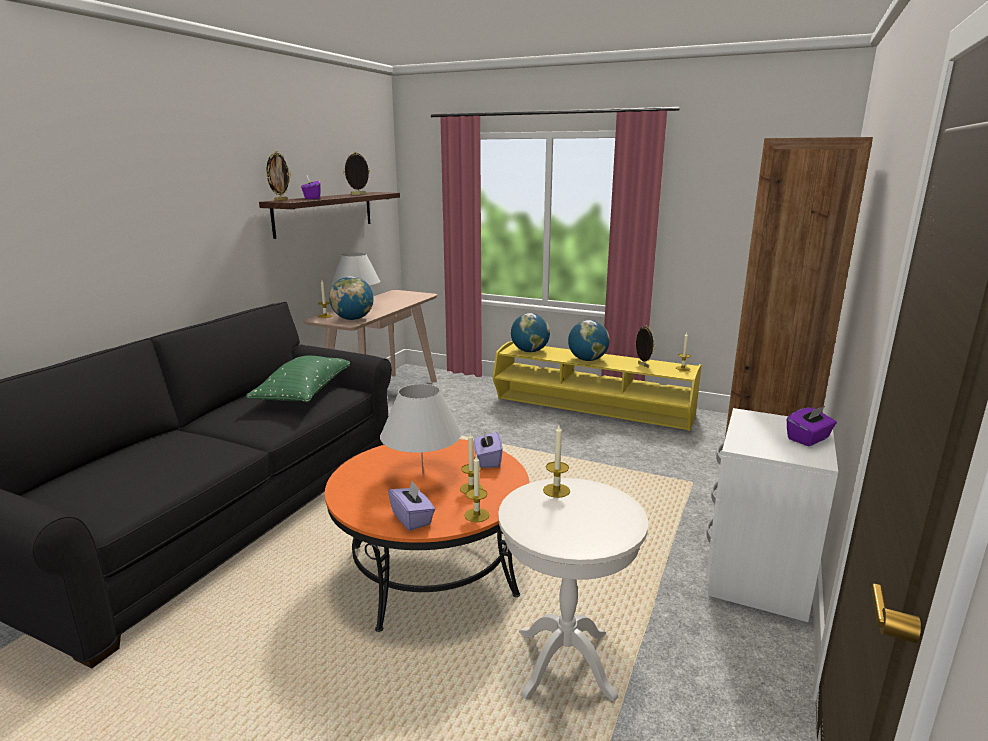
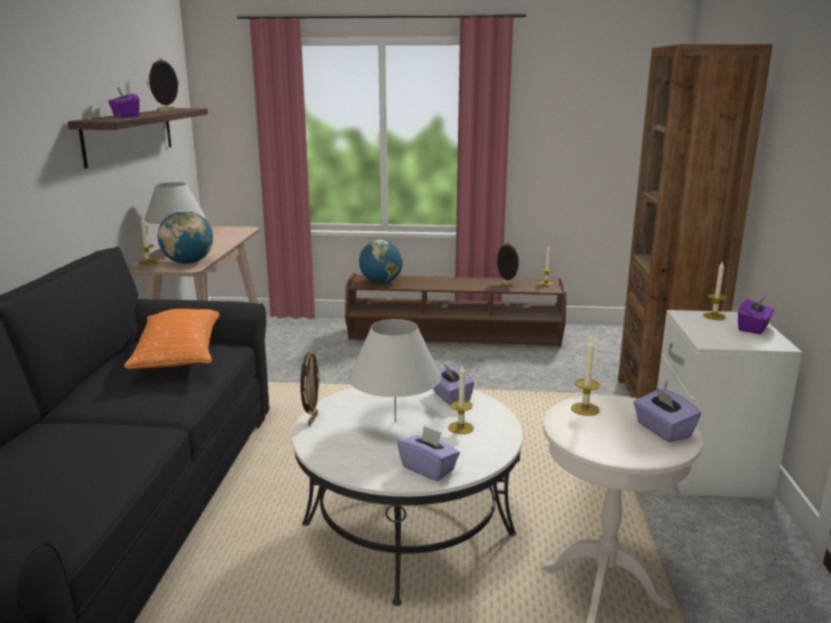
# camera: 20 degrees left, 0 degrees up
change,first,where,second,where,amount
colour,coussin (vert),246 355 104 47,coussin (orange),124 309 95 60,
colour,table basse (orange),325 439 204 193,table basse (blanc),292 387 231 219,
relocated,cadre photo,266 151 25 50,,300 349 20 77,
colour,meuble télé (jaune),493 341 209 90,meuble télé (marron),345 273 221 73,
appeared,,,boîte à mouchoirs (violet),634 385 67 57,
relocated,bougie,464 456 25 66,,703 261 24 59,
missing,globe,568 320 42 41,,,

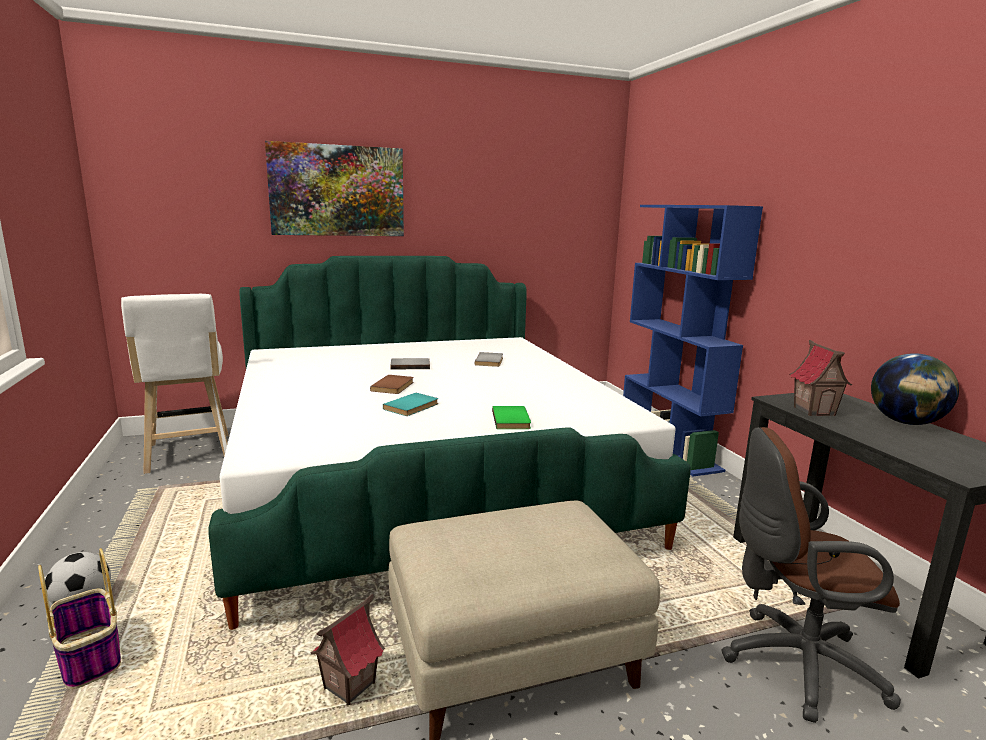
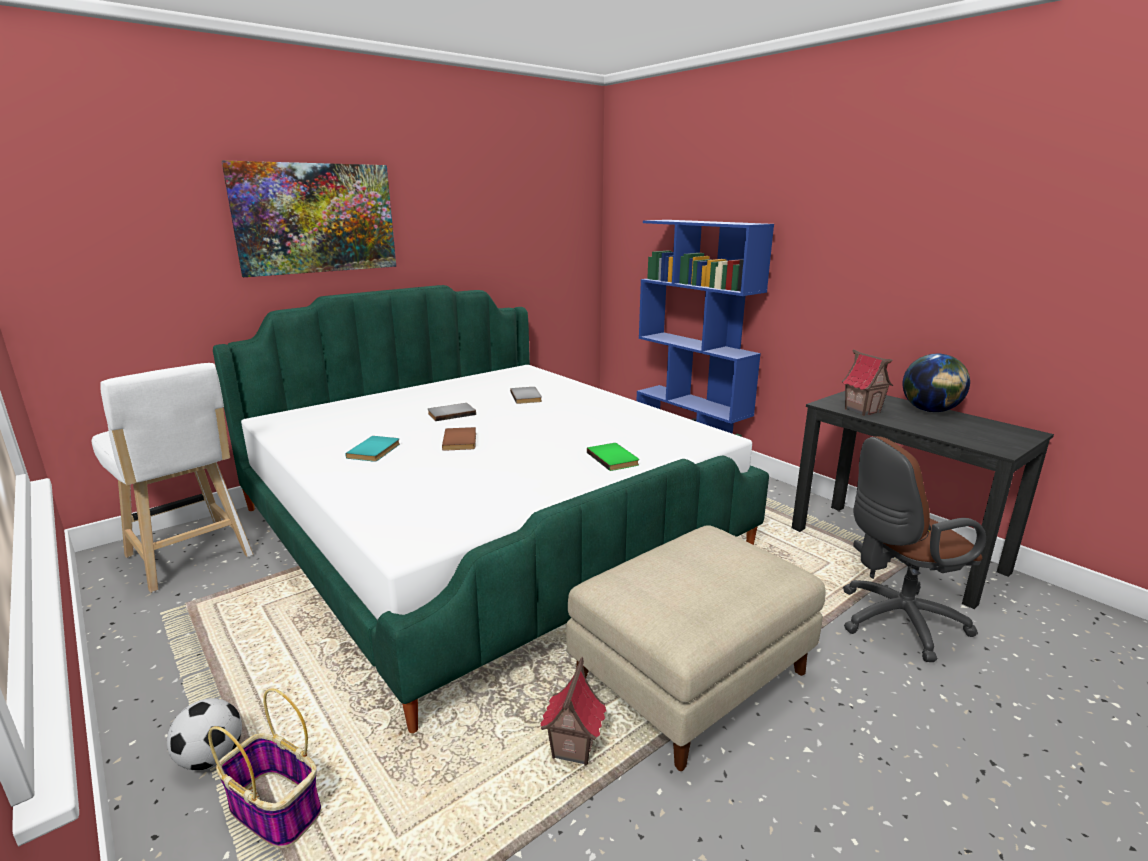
# camera: 20 degrees left, 5 degrees up
change,first,where,second,where,amount
relocated,livre (turquoise),383 393 55 23,,346 436 54 26,

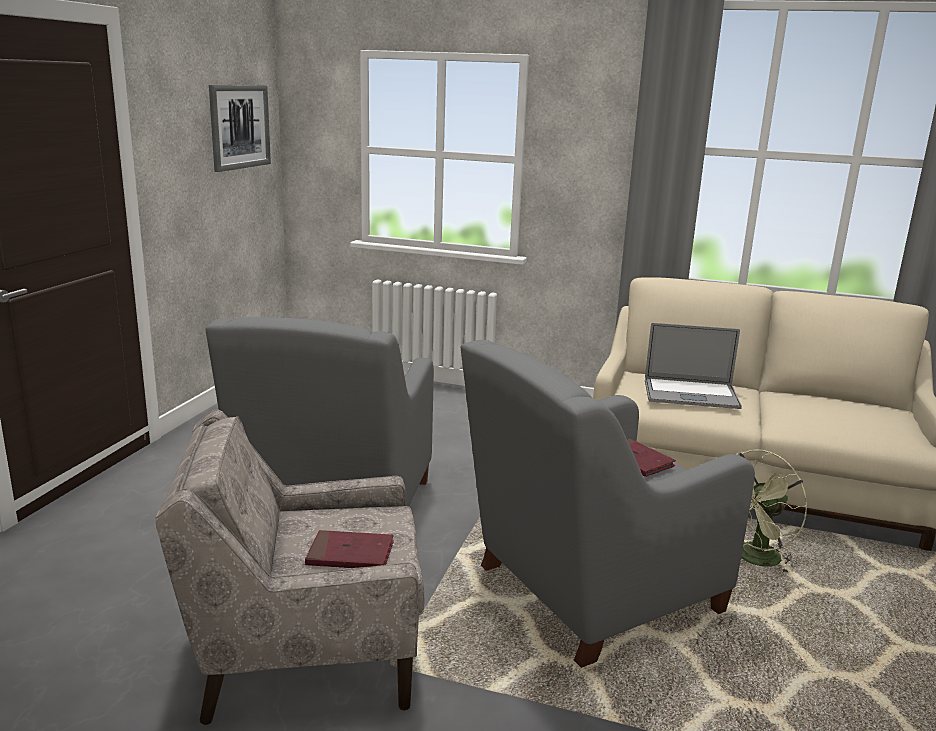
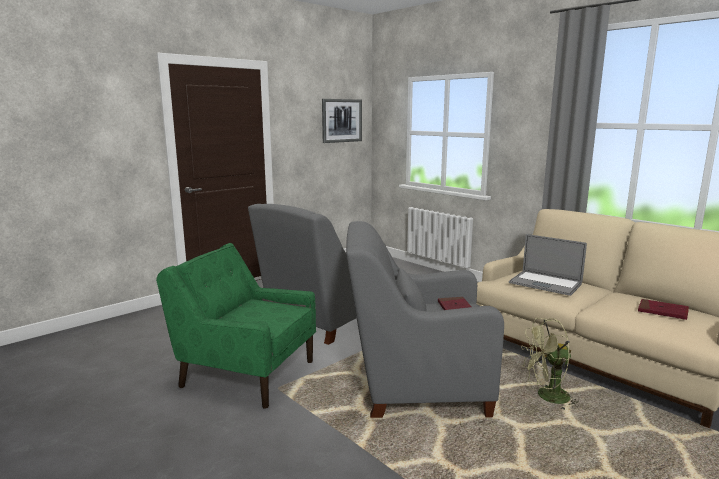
# camera: 30 degrees right, 5 degrees down
change,first,where,second,where,amount
colour,fauteuil (beige),155 409 270 316,fauteuil (vert),156 243 160 166,
relocated,livre (rouge),305 530 89 38,,638 299 51 21,

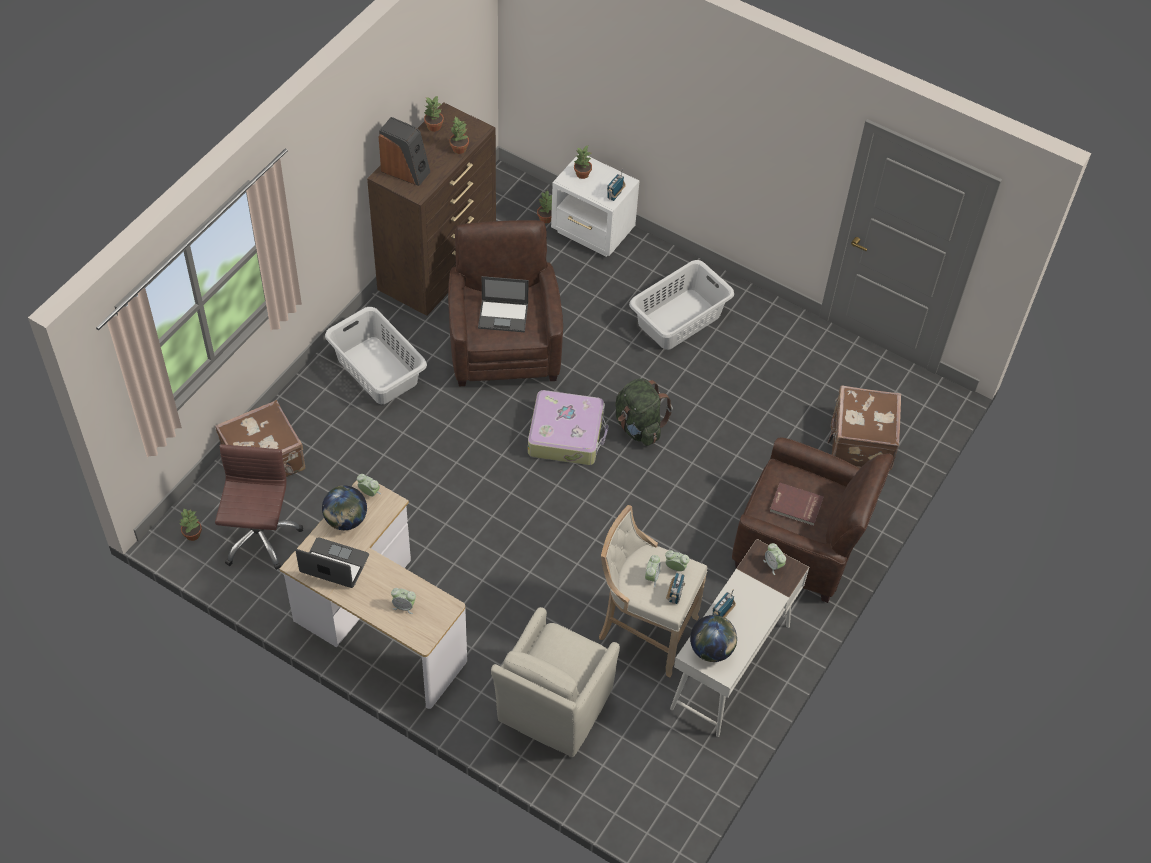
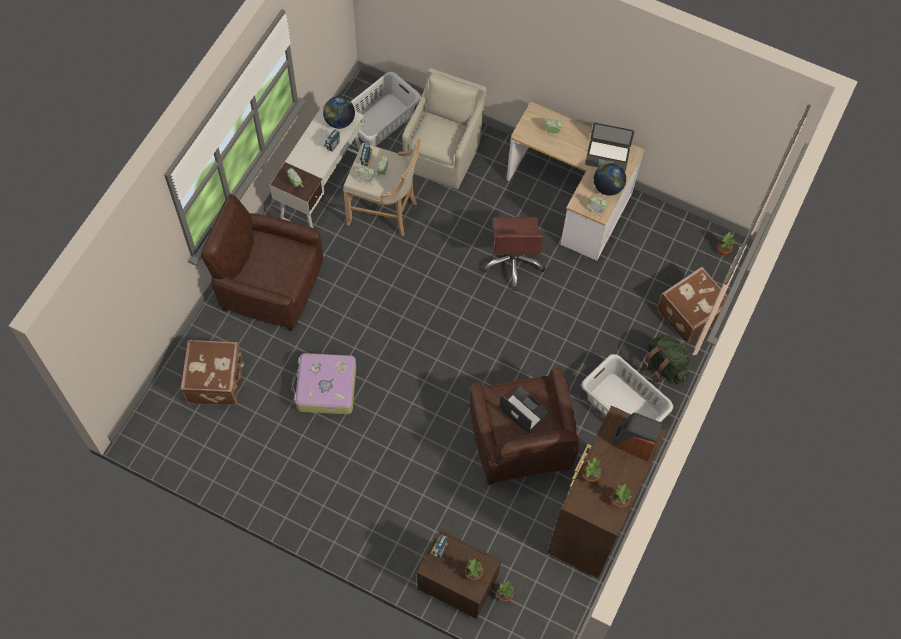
# camera: 175 degrees right, 10 degrees up
change,first,where,second,where,amount
relocated,valise,528 390 81 75,,291 353 65 61,
relocated,panier à linge (gris),629 260 105 90,,351 72 70 74,
colour,table de chevet (blanc),551 154 88 103,table de chevet (marron),417 530 84 89,
relocated,chaise de bureau (marron),215 444 88 126,,482 217 64 74,
spun,ordinateur portable,478 276 51 56,,499 386 51 48,45 degrees clockwise
relocated,sac à dos (vert),615 379 58 67,,642 334 48 50,
missing,livre (rouge),769 483 55 43,,,

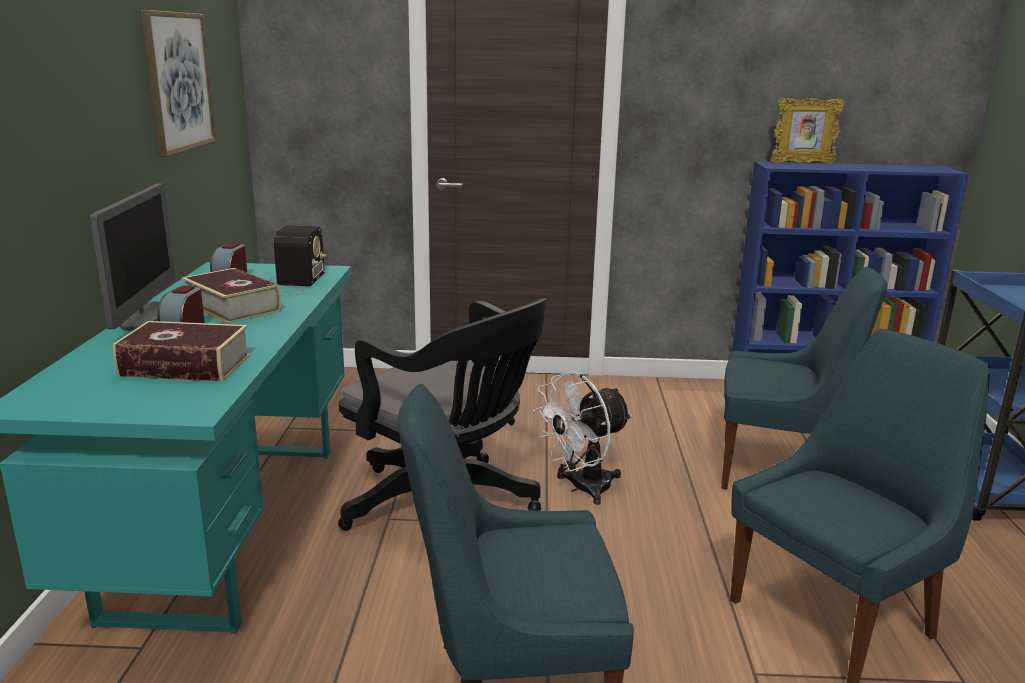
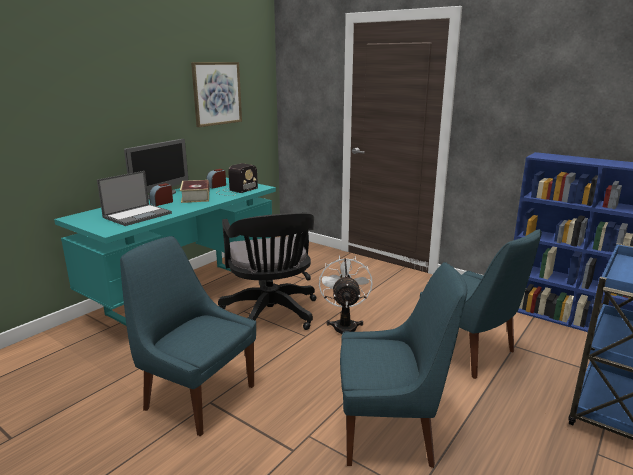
# camera: 35 degrees right, 0 degrees up
change,first,where,second,where,amount
exchanged,livre,113 321 137 61,ordinateur portable,97 171 75 55,
spun,ventilateur (blanc),533 372 99 133,,319 255 54 79,90 degrees clockwise
missing,cadre photo,771 98 74 65,,,

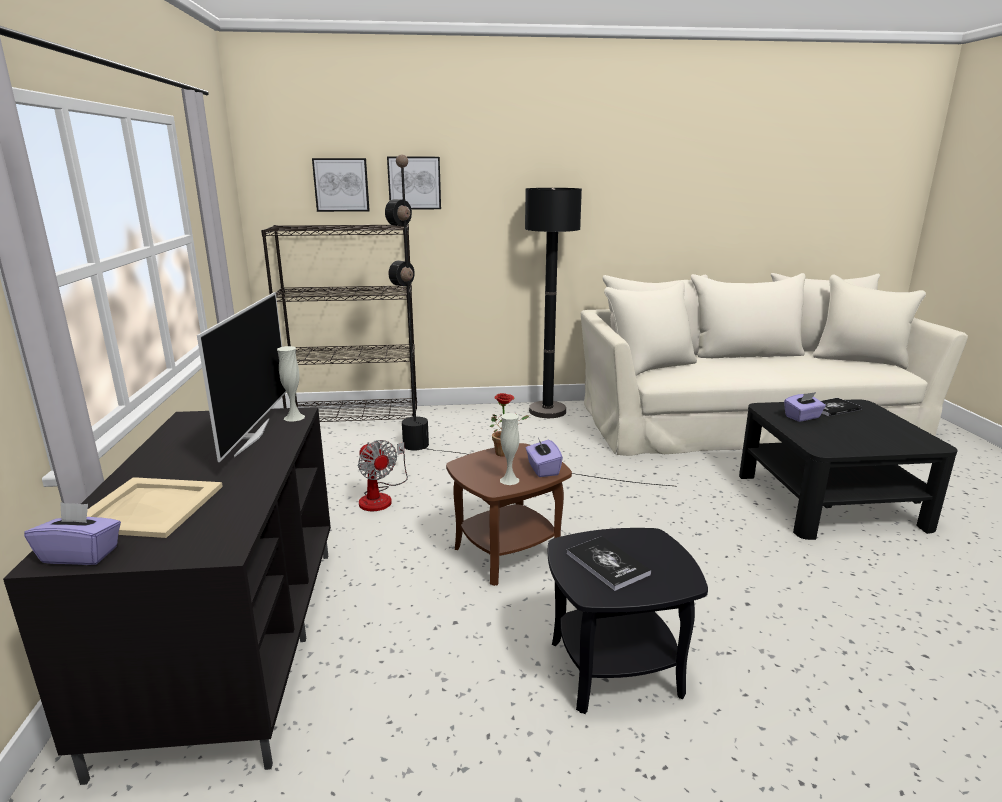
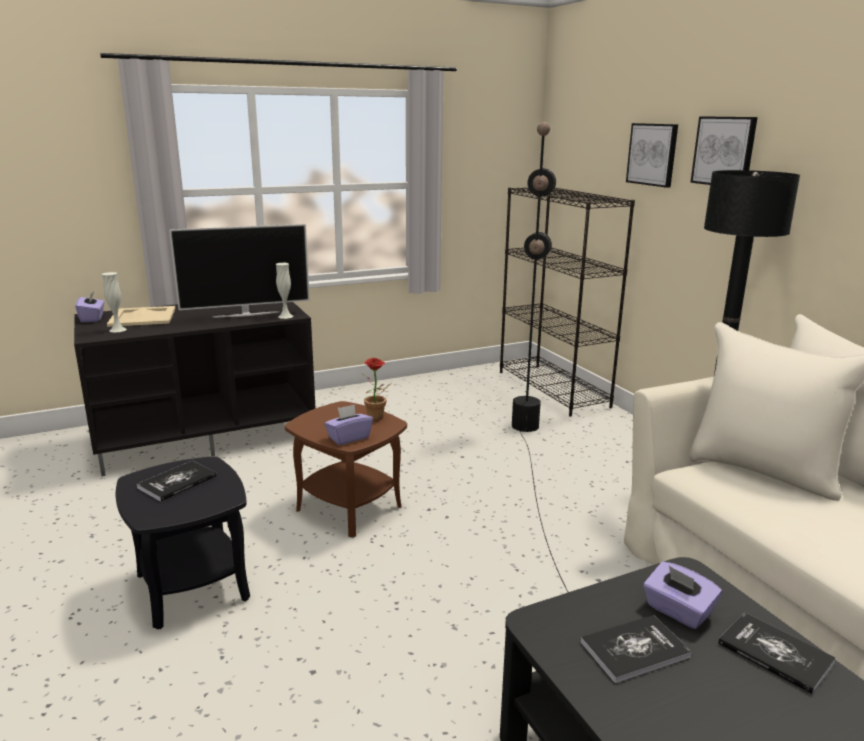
# camera: 70 degrees right, 0 degrees up
change,first,where,second,where,amount
relocated,vase (blanc),500 413 19 72,,102 272 25 61,
appeared,,,livre,580 615 112 68,
relocated,tableau,312 158 58 54,,690 116 68 69,
missing,ventilateur,358 440 50 71,,,

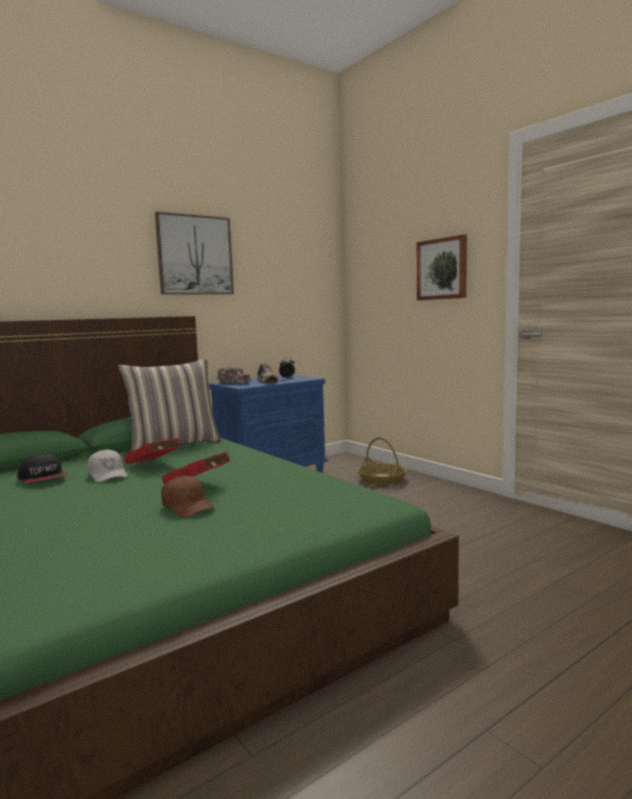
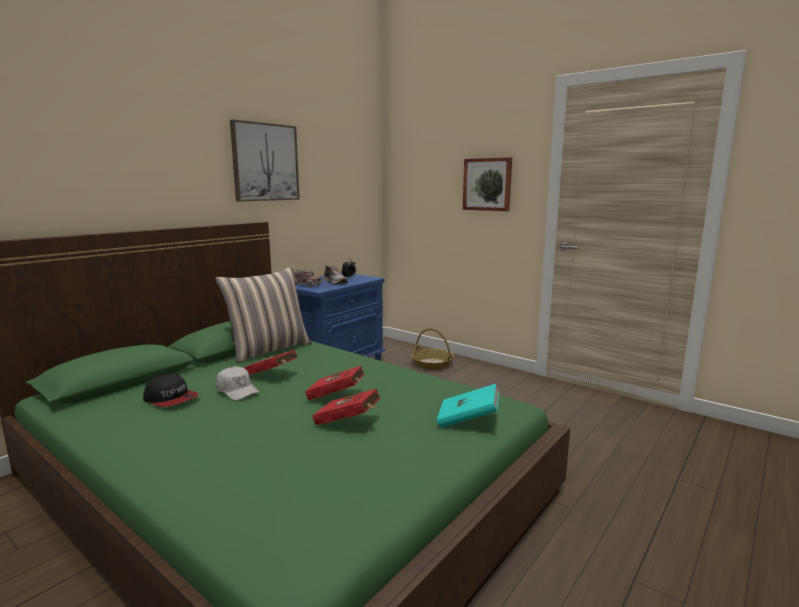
# camera: 15 degrees left, 5 degrees up
change,first,where,second,where,amount
exchanged,casquette (marron),161 475 54 43,livre (rouge),312 389 69 36,
appeared,,,livre (turquoise),437 384 62 44,

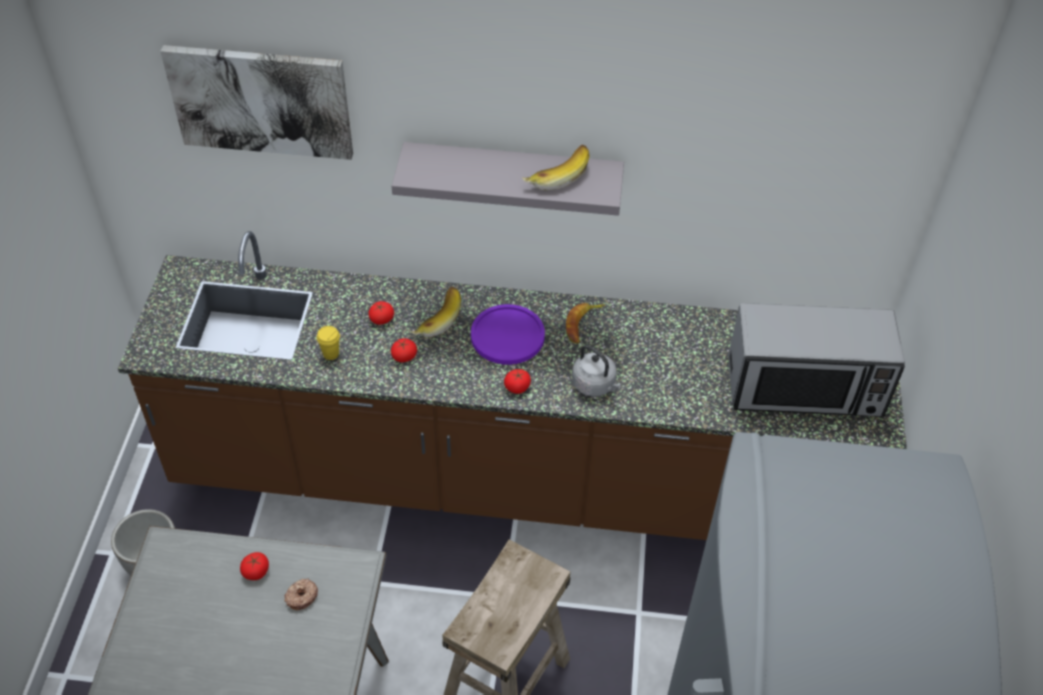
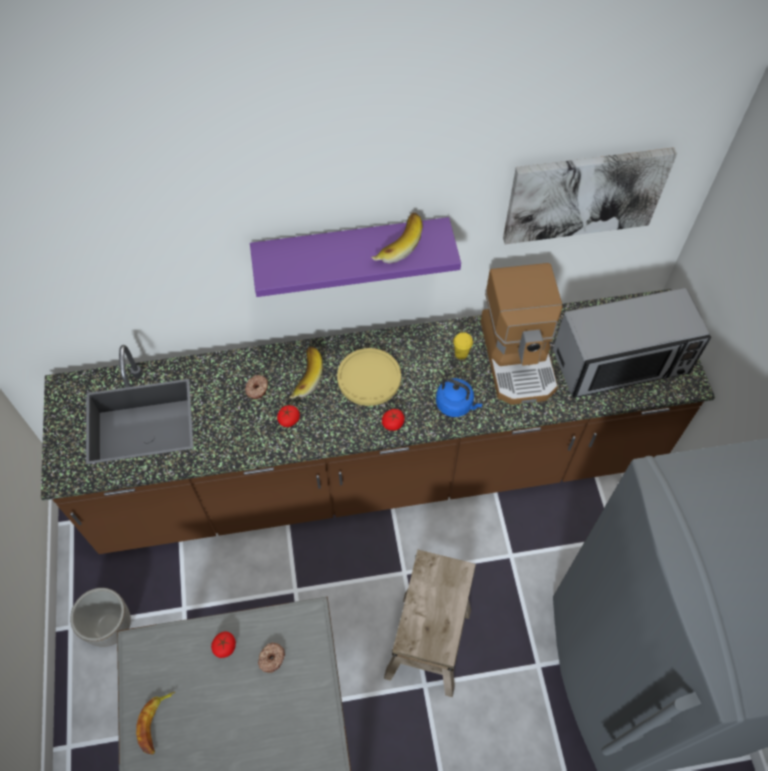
# camera: 15 degrees left, 10 degrees up
change,first,where,second,where,amount
relocated,banane,566 303 39 41,,136 692 39 63,
exchanged,tomate,368 301 26 24,beignet,245 375 23 24,
colour,étagère (gris),392 142 232 74,étagère (violet),250 217 211 80,
colour,assiette (violet),471 304 74 61,assiette (jaune),337 348 64 58,
colour,bouilloire (gris),572 345 49 52,bouilloire (bleu),436 378 46 39,
relocated,tasse (jaune),317 326 23 34,,453 332 20 28,
appeared,,,machine à café,481 263 82 142,
relocated,tableau,160 45 193 115,,503 147 174 97,

